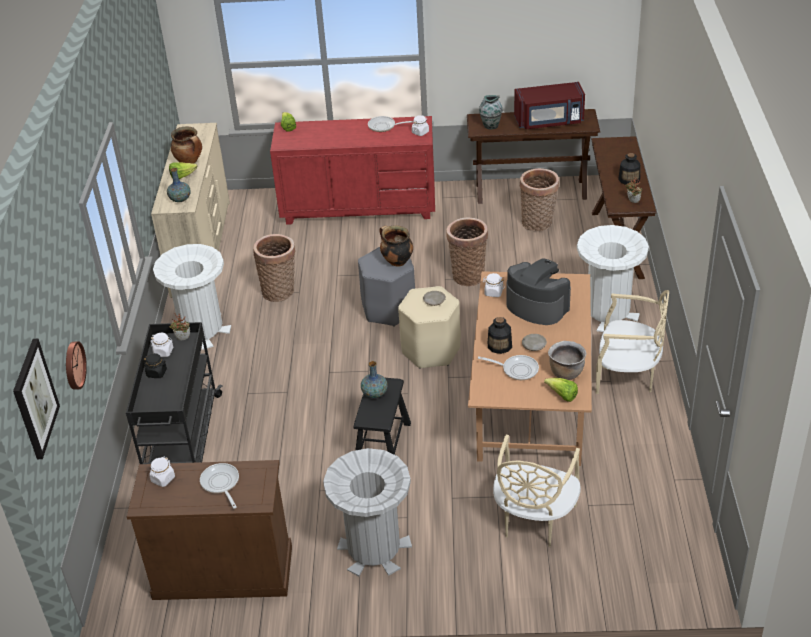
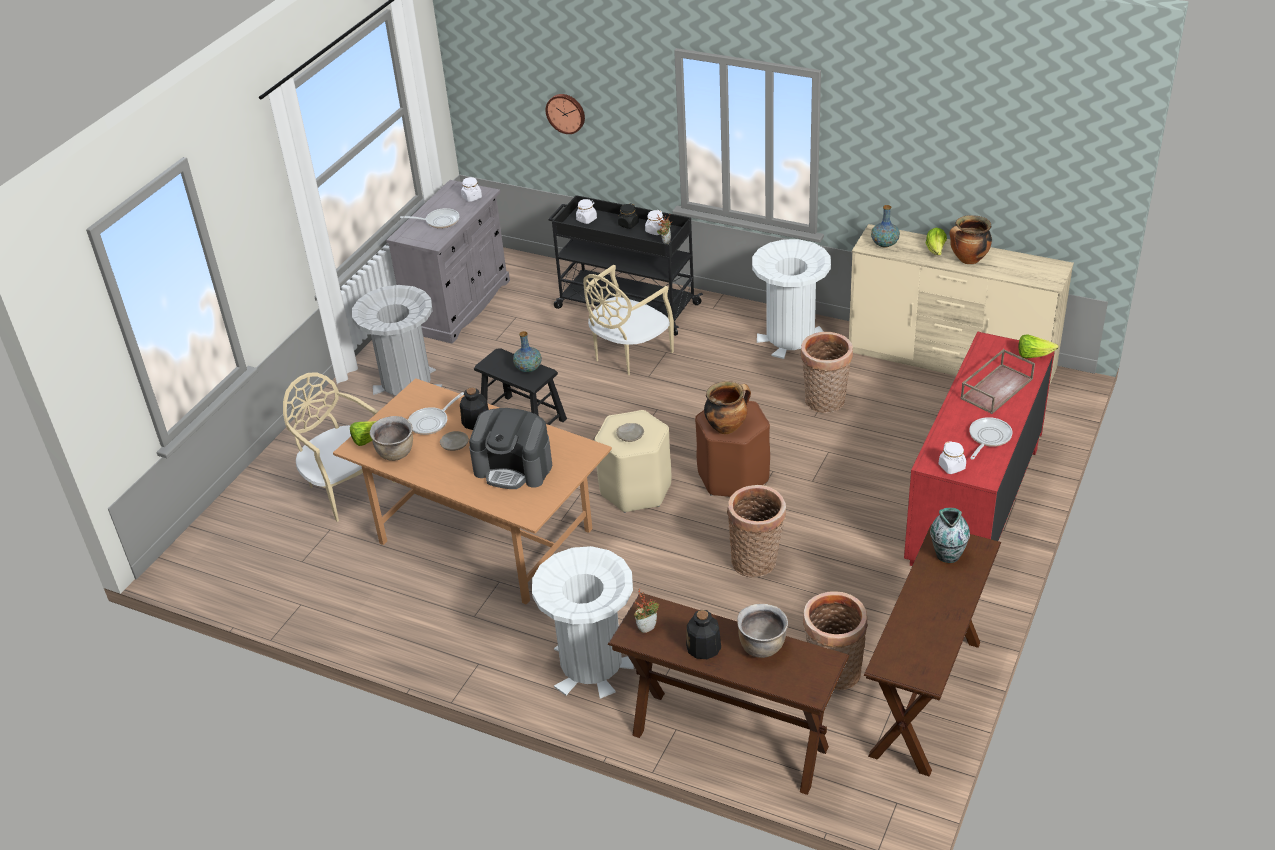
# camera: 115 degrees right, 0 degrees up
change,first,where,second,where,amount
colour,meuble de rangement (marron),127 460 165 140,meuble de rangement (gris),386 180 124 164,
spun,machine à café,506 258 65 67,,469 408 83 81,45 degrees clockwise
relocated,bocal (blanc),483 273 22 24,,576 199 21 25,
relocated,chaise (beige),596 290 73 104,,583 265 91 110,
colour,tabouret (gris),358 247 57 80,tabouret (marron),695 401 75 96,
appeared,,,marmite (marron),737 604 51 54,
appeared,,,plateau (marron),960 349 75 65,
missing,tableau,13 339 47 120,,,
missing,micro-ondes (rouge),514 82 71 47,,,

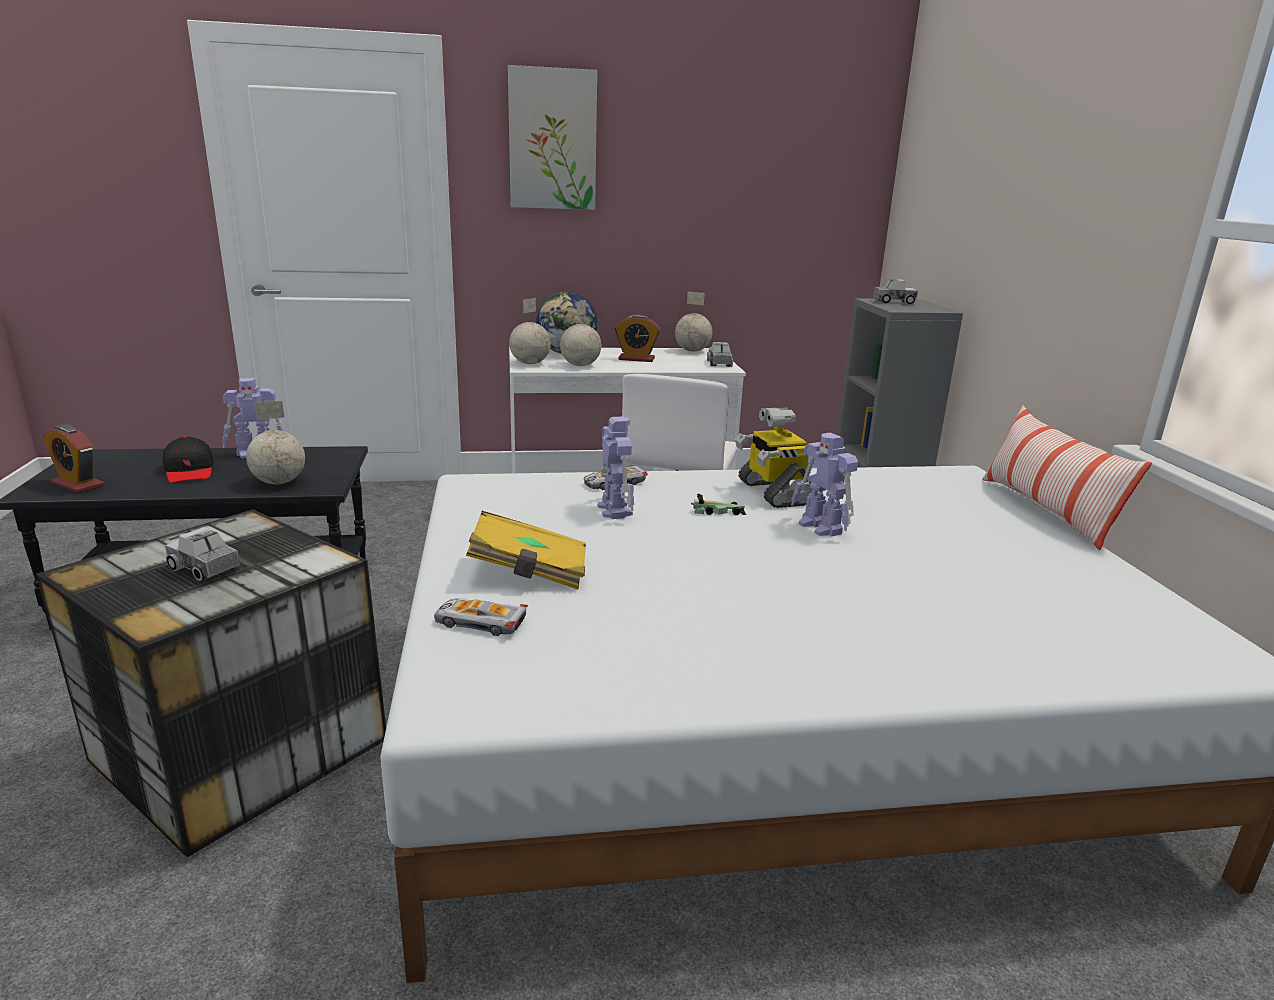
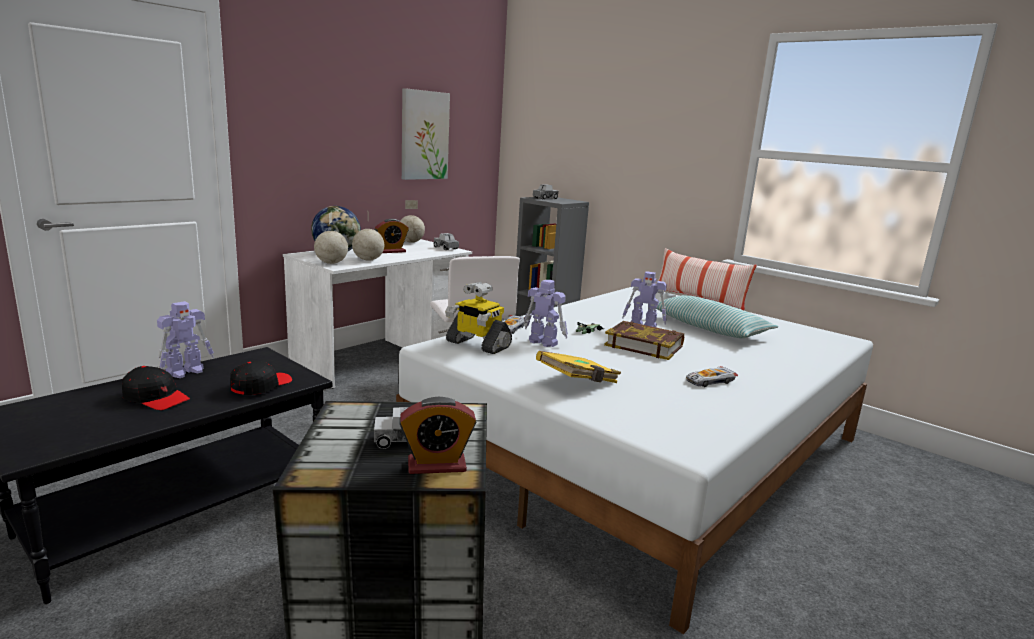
# camera: 40 degrees left, 5 degrees down
change,first,where,second,where,amount
exchanged,globe,246 401 59 83,casquette (noir),230 361 62 34,
relocated,réveil,43 424 61 69,,400 397 76 77,
relocated,tableau,508 65 89 145,,402 88 48 92,
relocated,robot jouet,735 407 78 101,,445 282 67 72,
appeared,,,livre,604 321 80 39,
appeared,,,coussin,656 295 122 43,
relocated,petite voiture,434 598 94 38,,686 366 52 21,

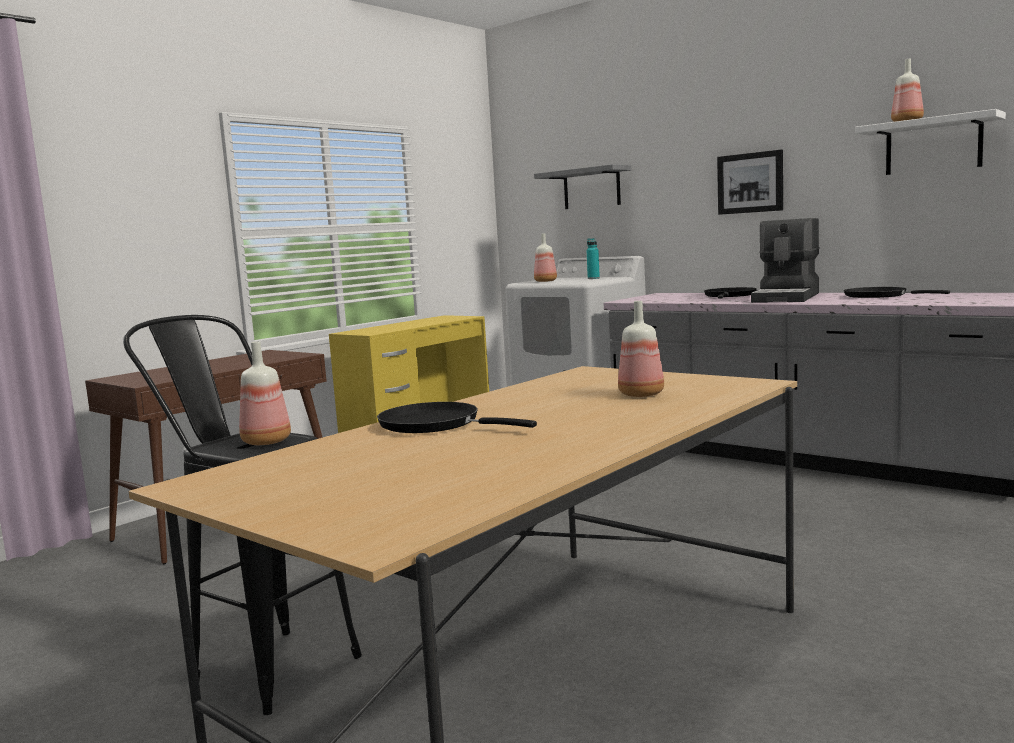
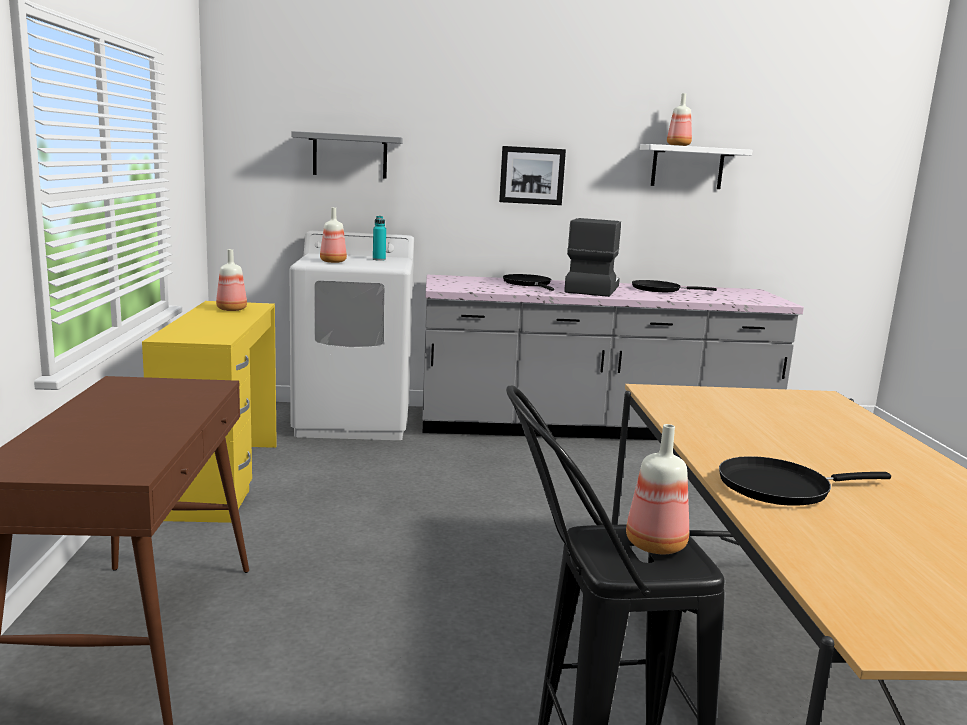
# camera: 45 degrees left, 5 degrees up
change,first,where,second,where,amount
relocated,bouteille,618 301 46 96,,216 249 31 62,
spun,machine à café,751 218 69 85,,564 218 57 79,150 degrees counterclockwise

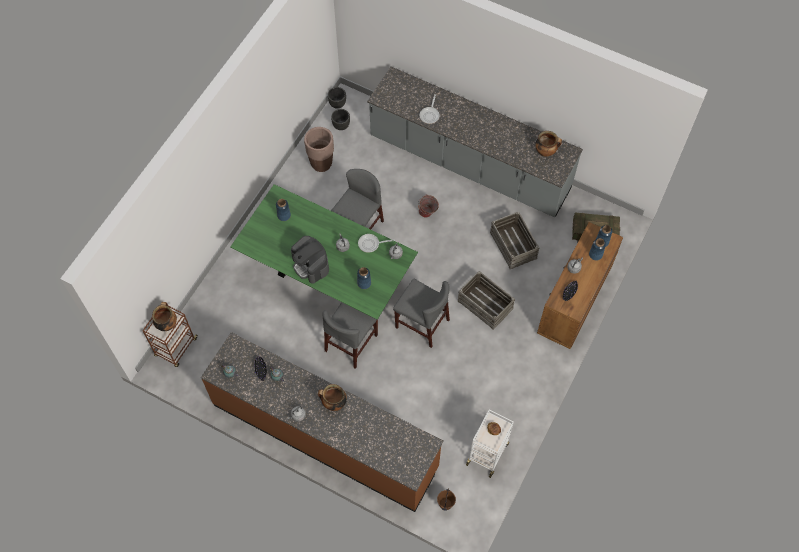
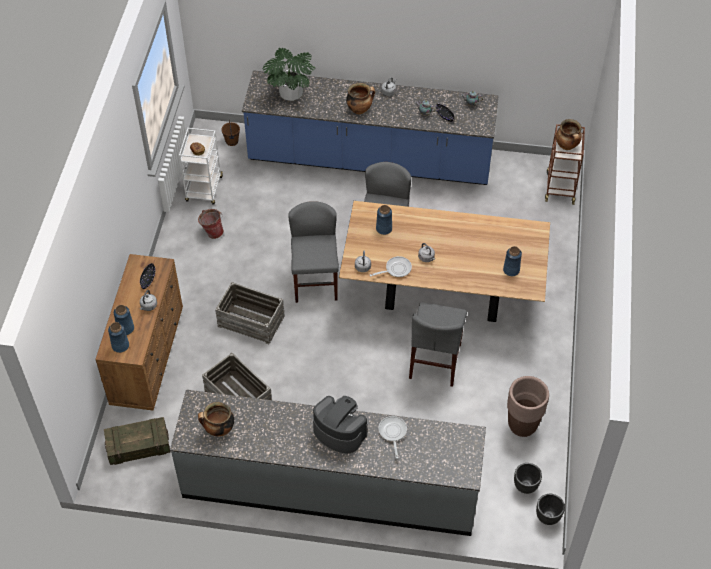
# camera: 160 degrees right, 10 degrees down
change,first,where,second,where,amount
relocated,seau,418 194 21 24,,198 209 26 30,
colour,comptoir de cuisine (marron),201 332 243 180,comptoir de cuisine (bleu),242 70 257 115,
appeared,,,plante en pot,263 48 53 53,
spun,chaise (gris),393 279 57 69,,288 201 51 102,75 degrees clockwise
relocated,machine à café,291 236 38 47,,313 396 55 58,
colour,table à manger (vert),230 184 188 136,table à manger (marron),339 201 211 121,

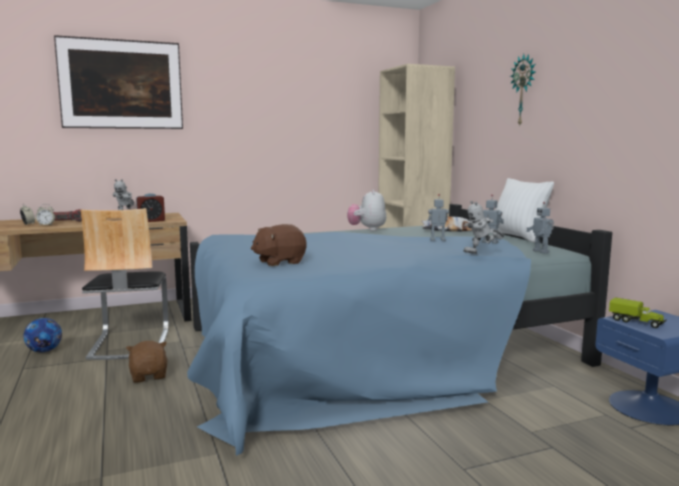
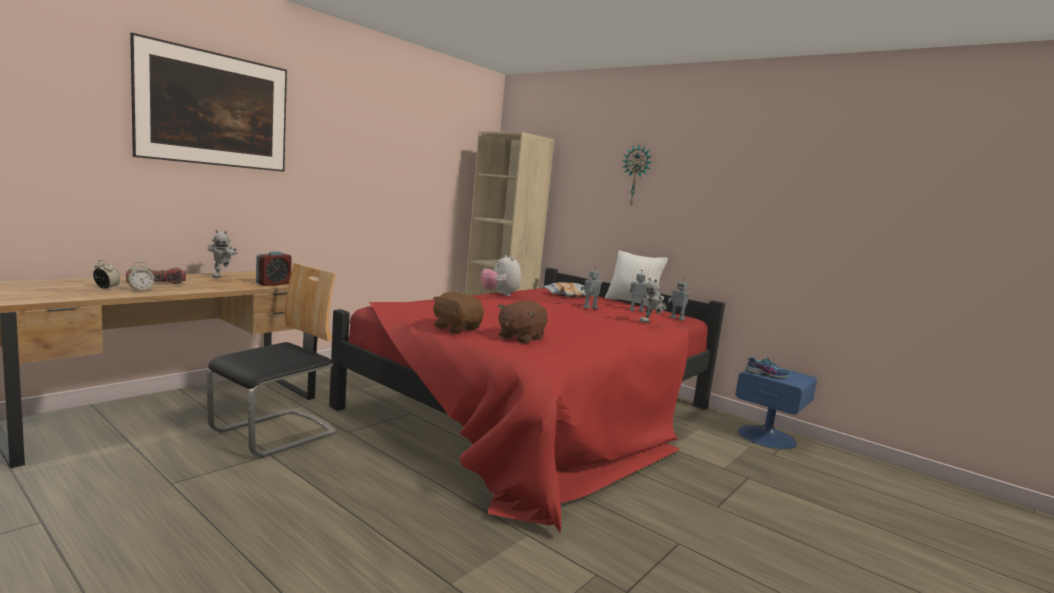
# camera: 30 degrees left, 0 degrees up
change,first,where,second,where,amount
spun,chaise,81 208 88 152,,206 263 131 195,105 degrees counterclockwise
colour,lit (bleu),187 204 425 252,lit (rouge),329 268 396 264,
relocated,peluche (marron),126 341 41 42,,433 292 51 41,
exchanged,camion jouet,609 297 58 31,chaussure,745 356 46 23,
missing,ballon de foot,23 318 39 34,,,

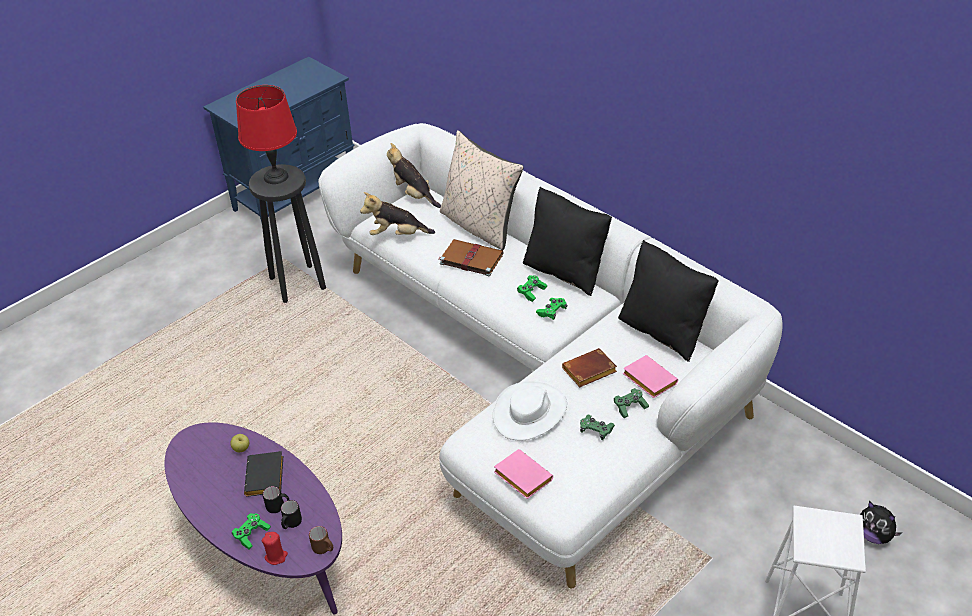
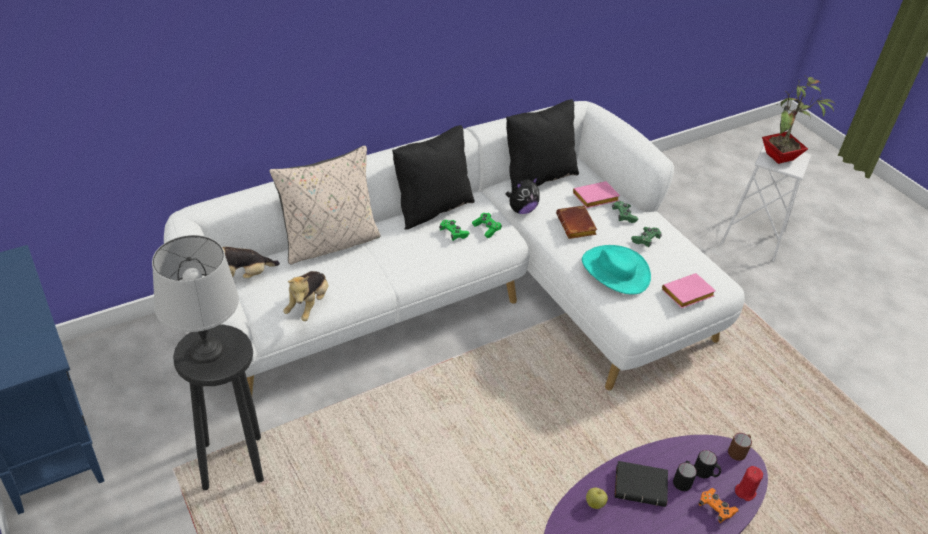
# camera: 80 degrees left, 0 degrees up
change,first,where,second,where,amount
colour,lampe de table (rouge),236 85 61 99,lampe de table (gris),152 235 87 129,
relocated,peluche,860 501 42 43,,505 177 35 37,
colour,chapeau (blanc),493 381 74 60,chapeau (turquoise),582 245 69 50,
colour,manette (vert),232 513 39 36,manette (orange),699 488 40 35,
appeared,,,plante en pot,762 77 74 87,
missing,livre (marron),439 239 64 37,,,

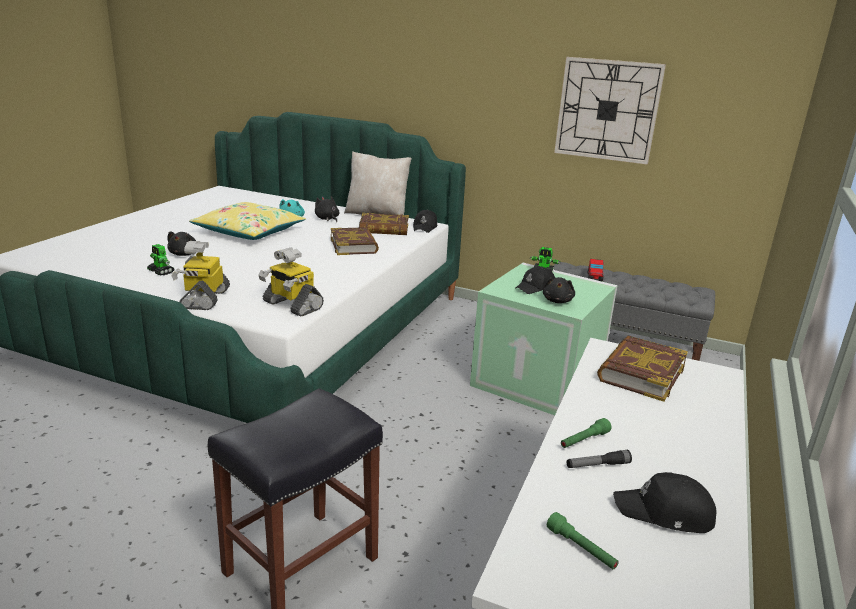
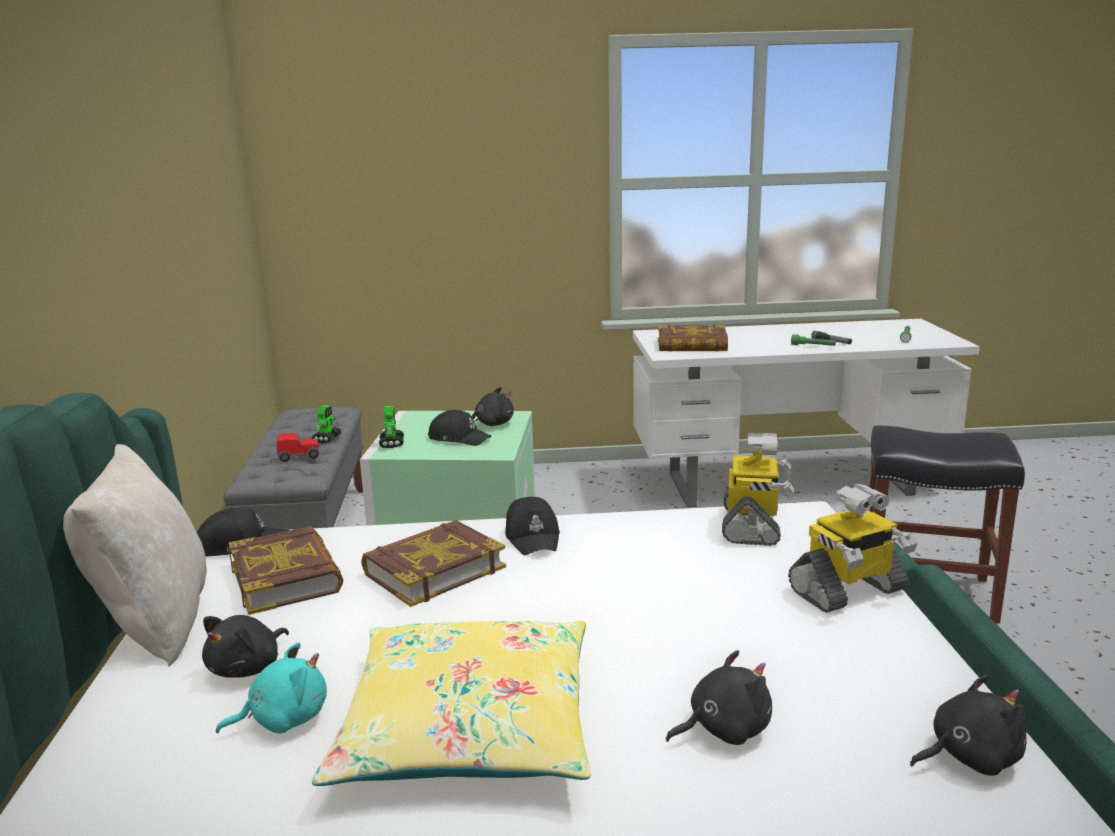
# camera: 115 degrees left, 5 degrees down
change,first,where,second,where,amount
relocated,robot jouet,147 244 27 32,,312 405 30 38,
relocated,casquette (noir),613 472 104 61,,505 497 55 58,
appeared,,,peluche (noir),910 675 117 101,
missing,horloge murale,554 57 112 107,,,

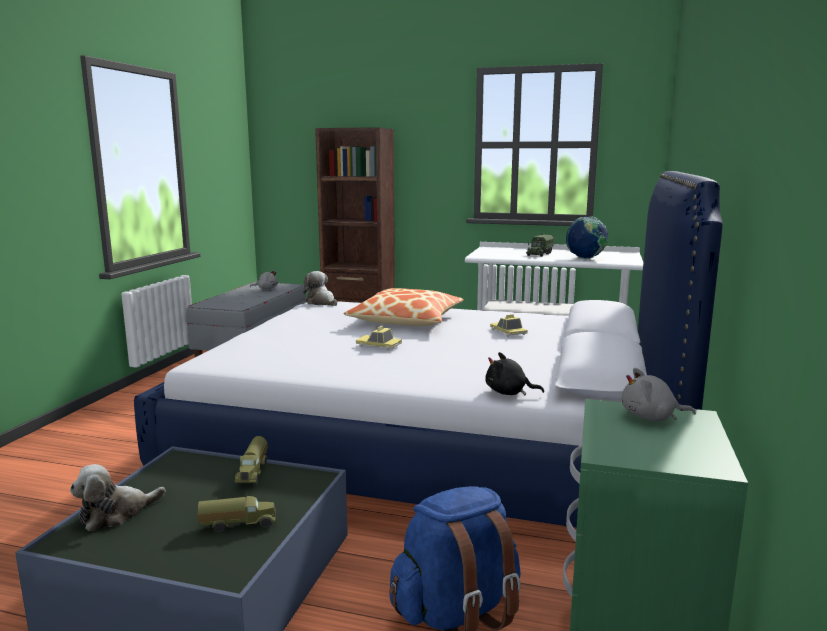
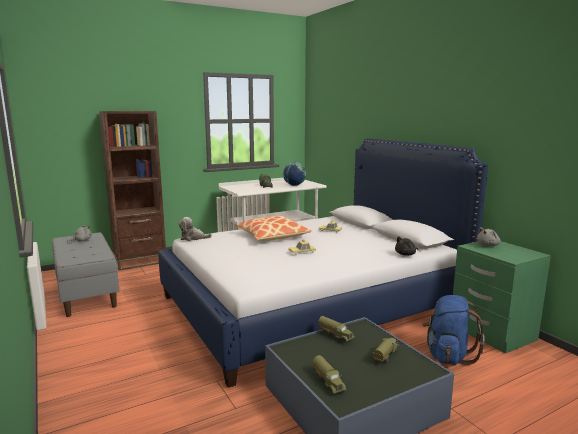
# camera: 45 degrees left, 0 degrees up
change,first,where,second,where,amount
exchanged,peluche,70 464 95 67,camion jouet,313 355 34 39,

